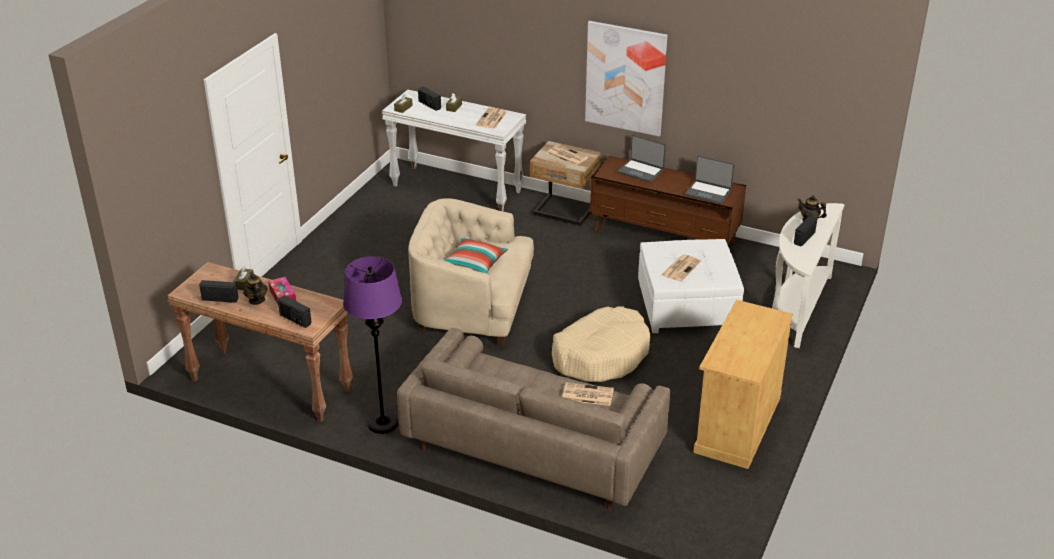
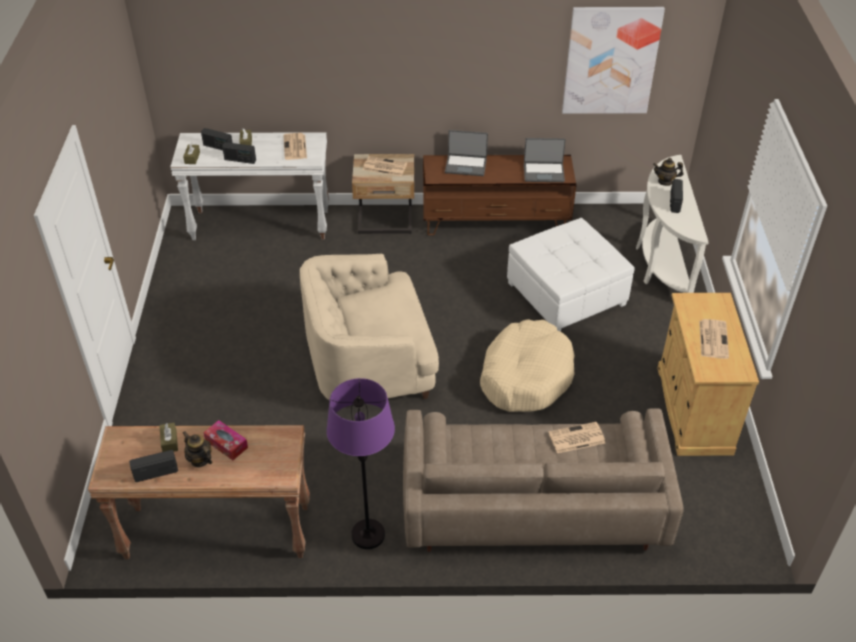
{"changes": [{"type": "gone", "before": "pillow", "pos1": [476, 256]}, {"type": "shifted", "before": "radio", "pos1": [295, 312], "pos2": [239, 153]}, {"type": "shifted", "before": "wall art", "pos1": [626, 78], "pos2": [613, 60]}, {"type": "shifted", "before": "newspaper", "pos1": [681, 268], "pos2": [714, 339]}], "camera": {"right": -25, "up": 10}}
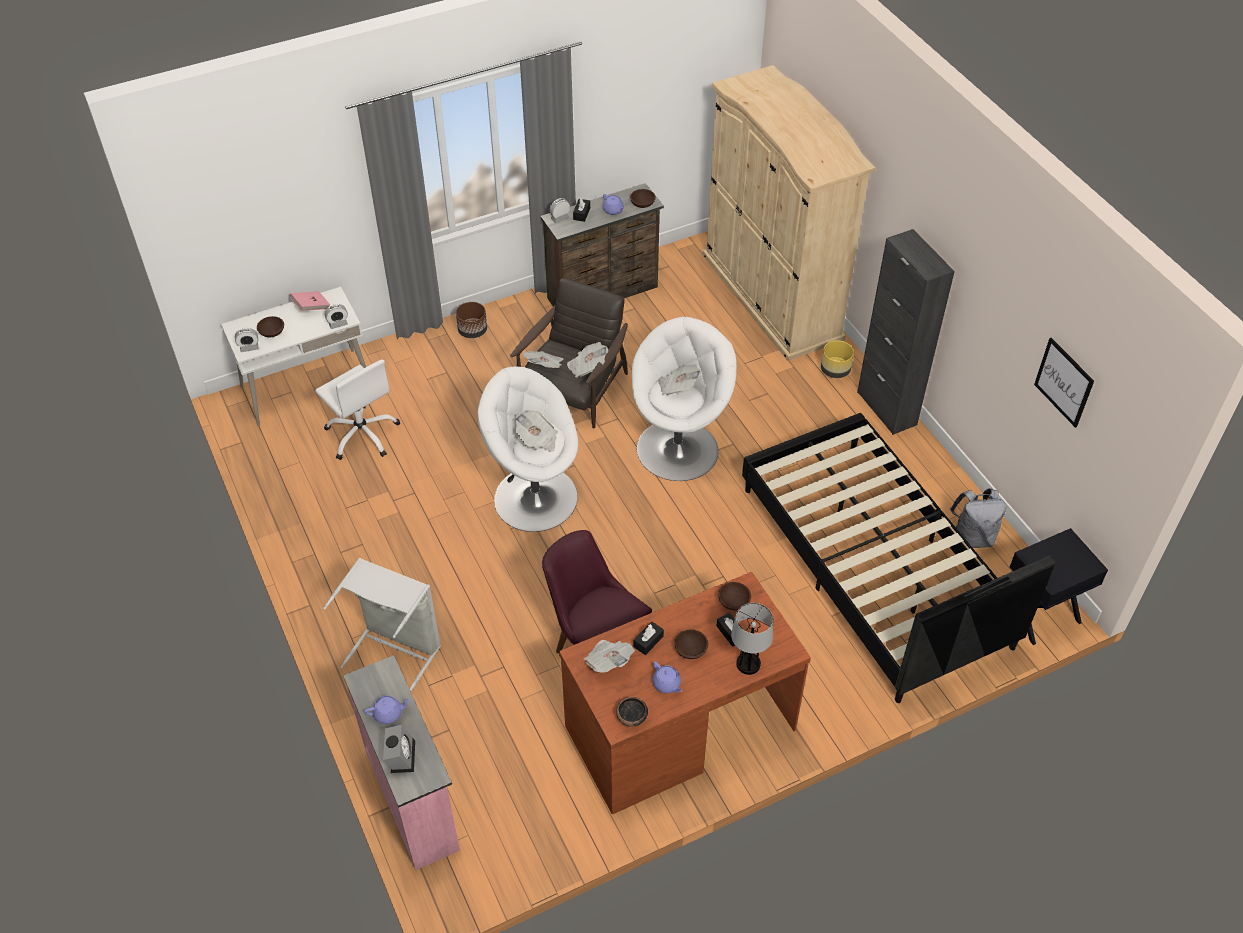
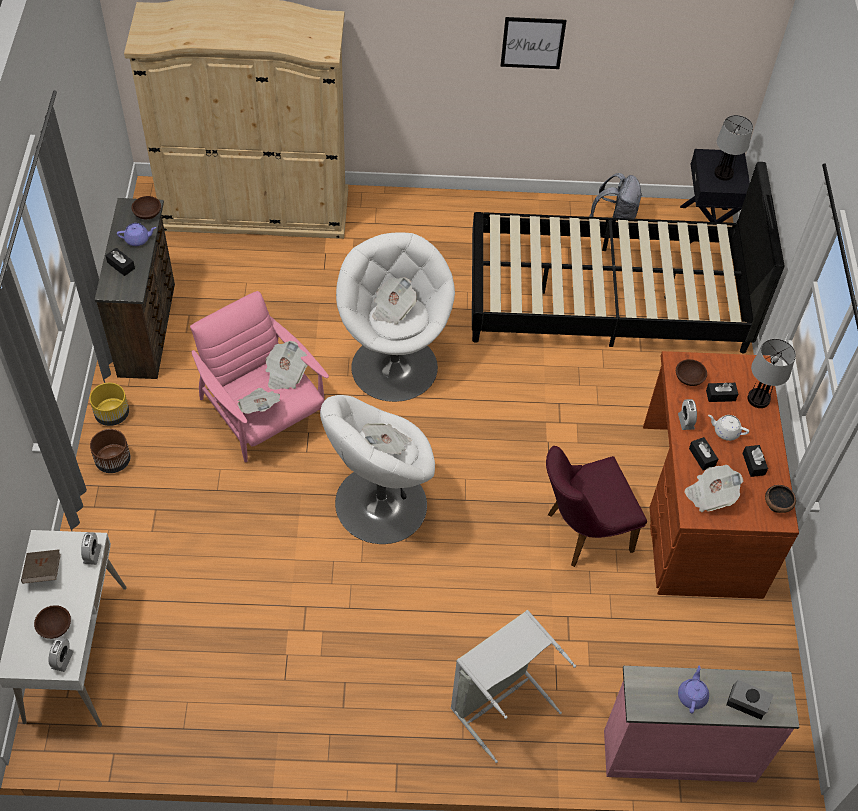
{"changes": [{"type": "gone", "before": "white computer chair", "pos1": [357, 410]}, {"type": "gone", "before": "blackish cupboard", "pos1": [906, 332]}, {"type": "new", "after": "tabletop lamp", "pos2": [733, 148]}, {"type": "shifted", "before": "table clock", "pos1": [559, 210], "pos2": [687, 414]}, {"type": "shifted", "before": "yellowish plant pot", "pos1": [837, 359], "pos2": [109, 404]}, {"type": "shifted", "before": "wall art", "pos1": [1064, 383], "pos2": [533, 43]}, {"type": "swapped", "before": "purplish teapot", "after": "blackish box of tissues", "pos1": [667, 677], "pos2": [755, 461]}, {"type": "swapped", "before": "brown-coloured serving bowl", "after": "white teapot", "pos1": [691, 644], "pos2": [728, 428]}, {"type": "repainted", "before": "pink volume", "after": "brown-coloured volume", "pos1": [310, 301], "pos2": [41, 566]}, {"type": "repainted", "before": "brown-coloured easy chair", "after": "pink easy chair", "pos1": [569, 353], "pos2": [259, 377]}], "camera": {"right": -65, "up": 5}}
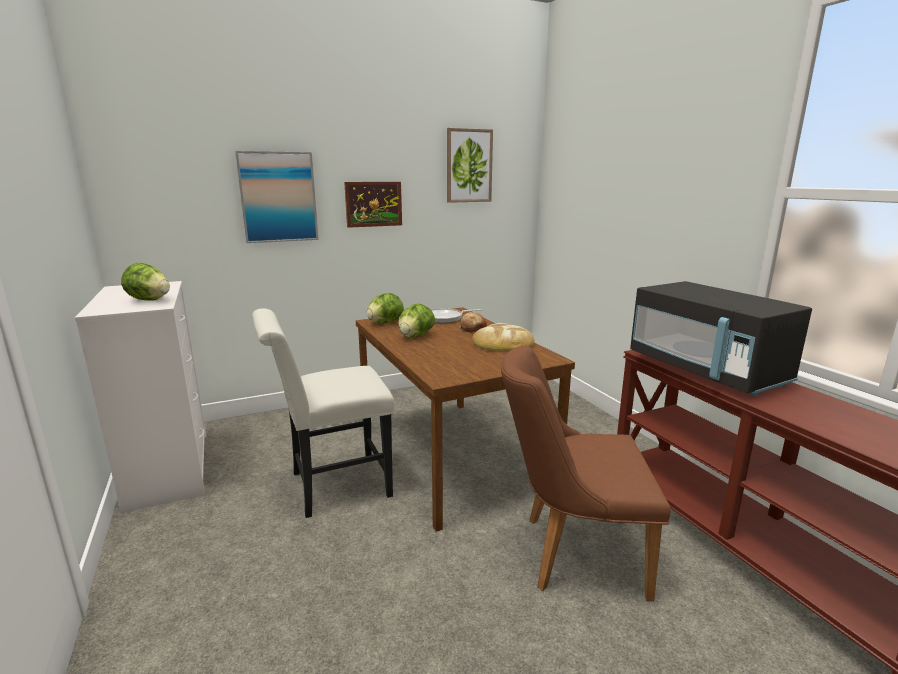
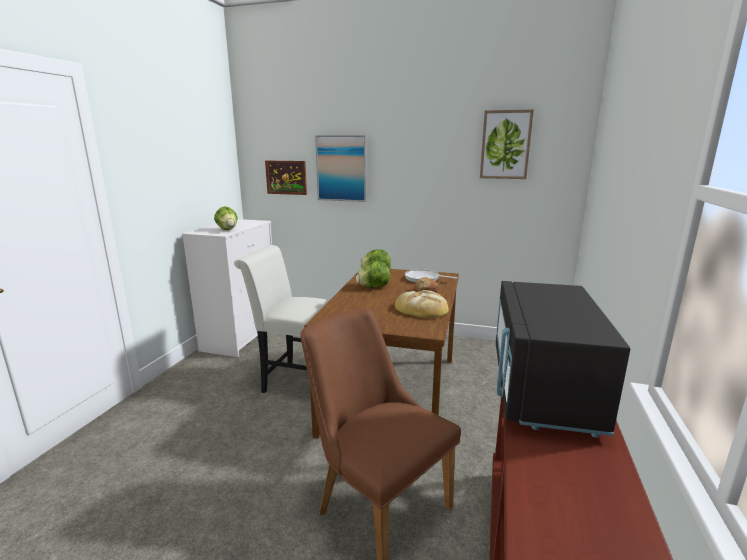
{"changes": [{"type": "shifted", "before": "wall art", "pos1": [373, 205], "pos2": [286, 178]}], "camera": {"right": 40, "up": 0}}
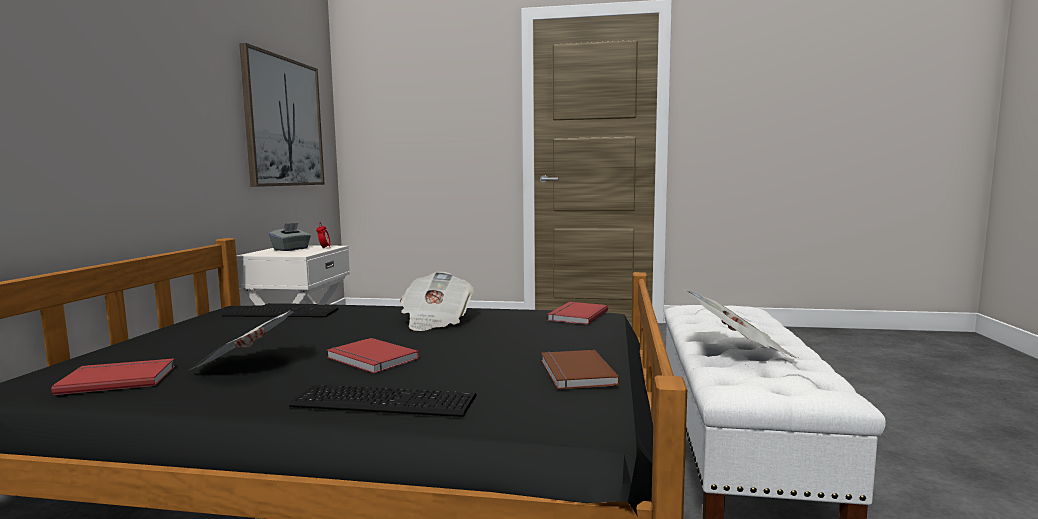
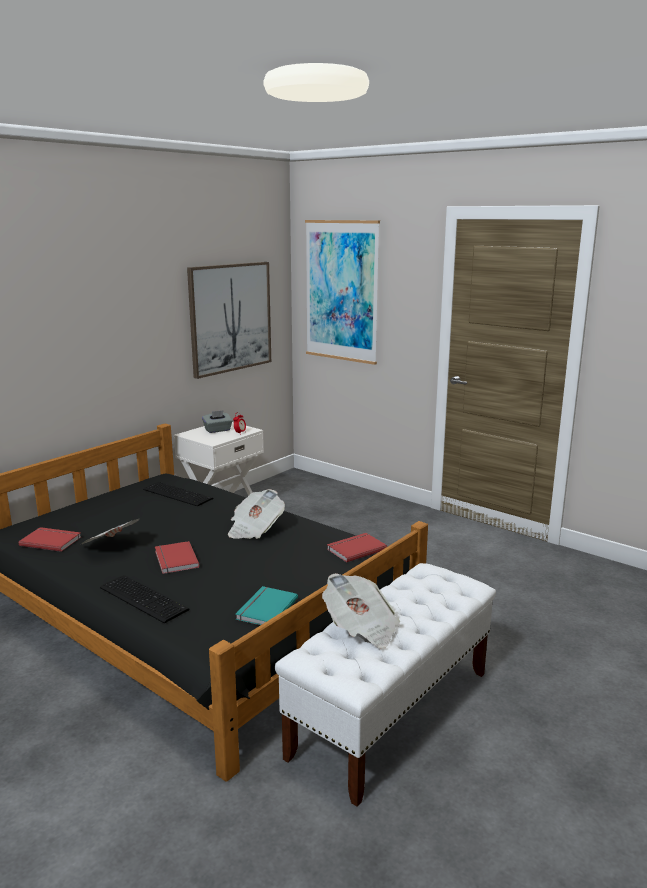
{"changes": [{"type": "new", "after": "wall art", "pos2": [342, 292]}, {"type": "repainted", "before": "brown-coloured volume", "after": "blue-green volume", "pos1": [580, 369], "pos2": [266, 605]}], "camera": {"right": 30, "up": 10}}
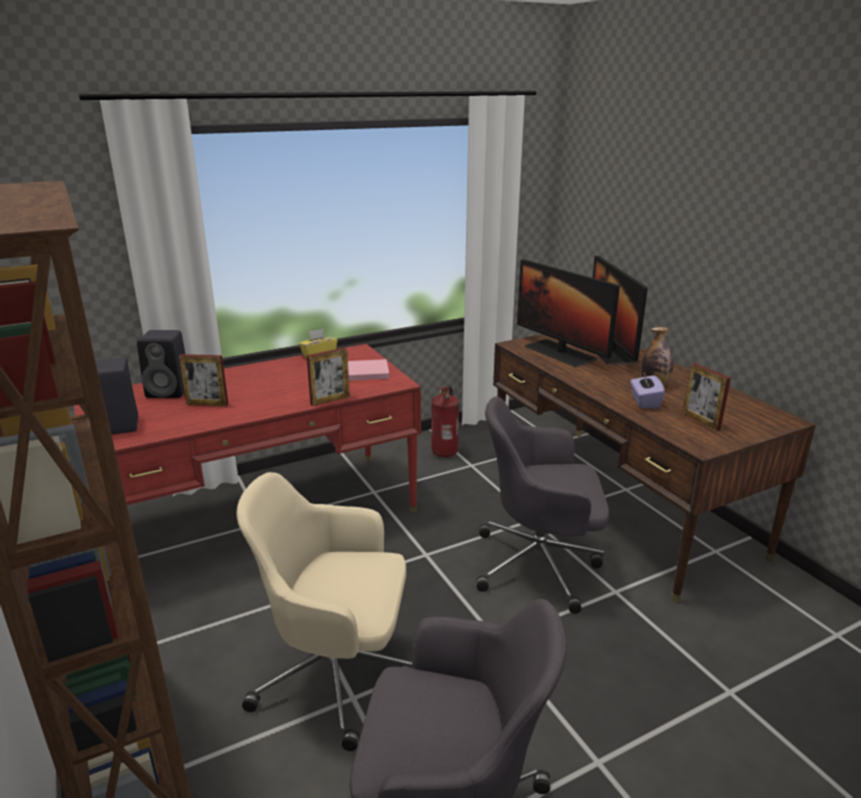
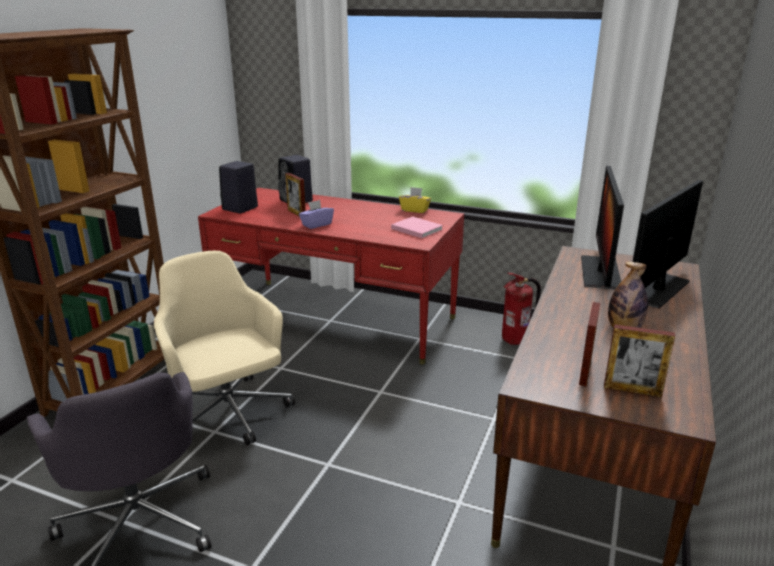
{"changes": [{"type": "gone", "before": "gray computer chair", "pos1": [542, 505]}, {"type": "shifted", "before": "standing frame", "pos1": [328, 376], "pos2": [639, 360]}, {"type": "shifted", "before": "purplish box of tissues", "pos1": [647, 389], "pos2": [316, 214]}], "camera": {"right": 50, "up": 0}}
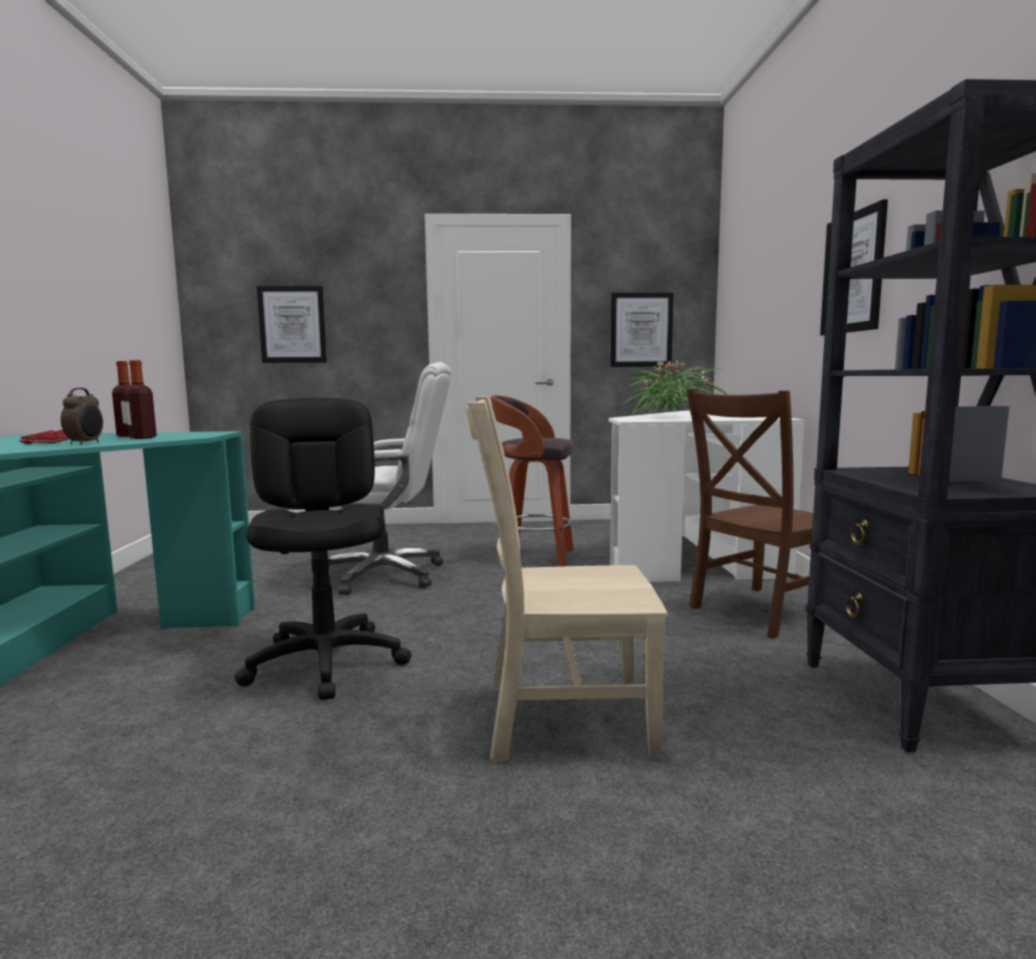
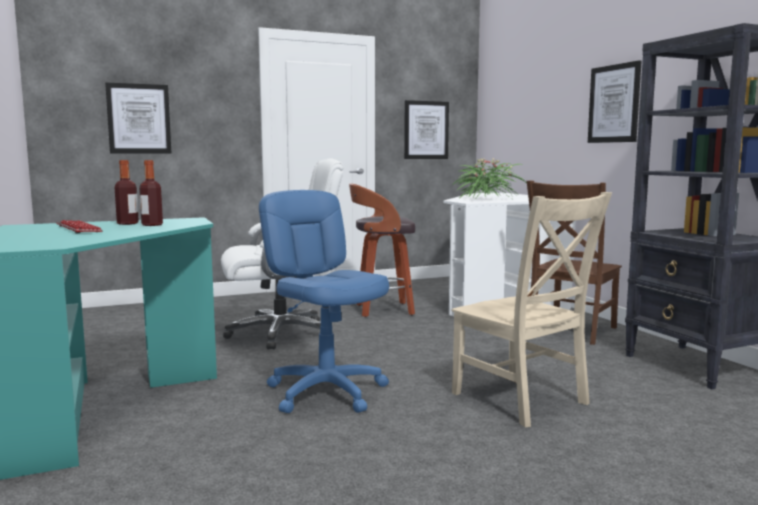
{"changes": [{"type": "gone", "before": "table clock", "pos1": [82, 416]}, {"type": "repainted", "before": "blackish computer chair", "after": "blue-coloured computer chair", "pos1": [323, 549], "pos2": [324, 301]}, {"type": "rotated", "before": "beige-coloured upright chair", "pos1": [566, 580], "pos2": [532, 310], "turn": -105}], "camera": {"right": -20, "up": 0}}
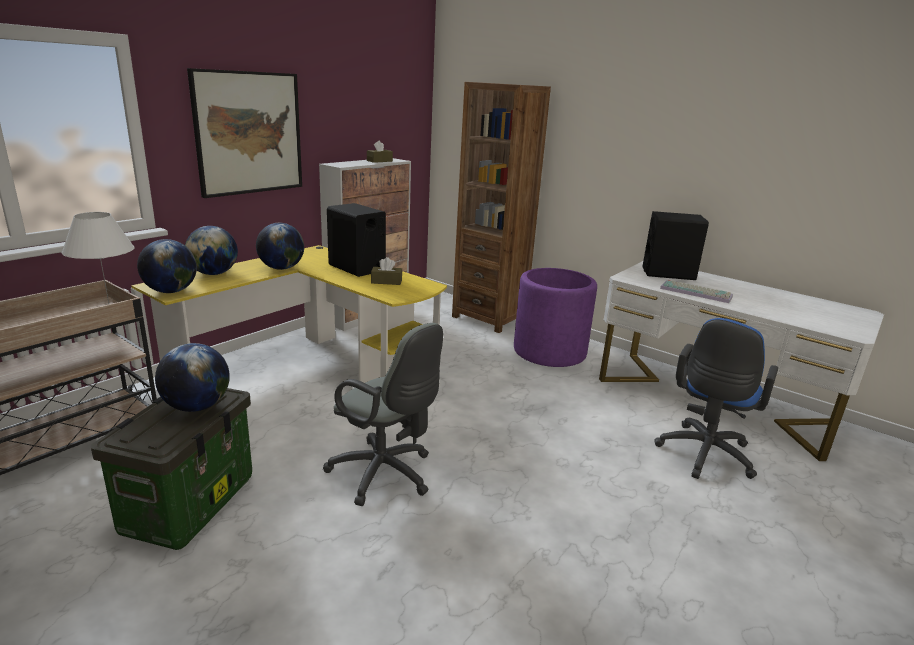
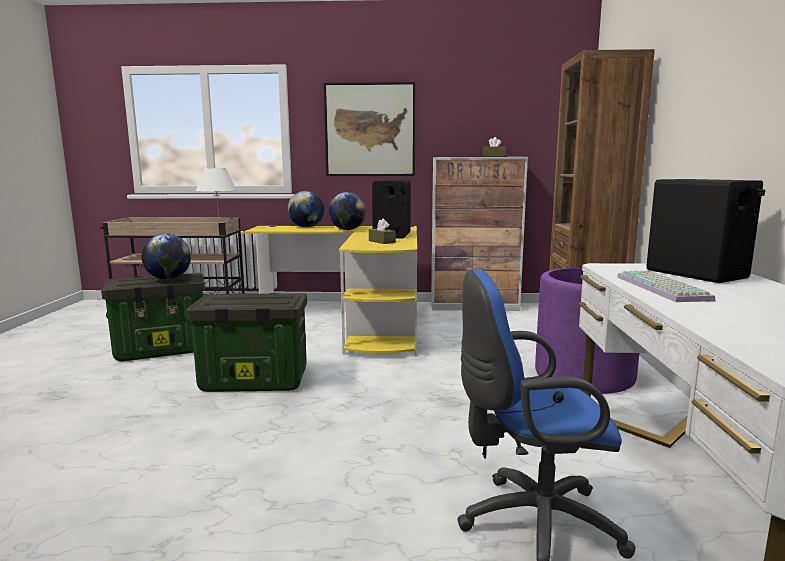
{"changes": [{"type": "gone", "before": "world globe", "pos1": [167, 266]}, {"type": "swapped", "before": "gray computer chair", "after": "storage container", "pos1": [383, 414], "pos2": [246, 342]}], "camera": {"right": 55, "up": -10}}
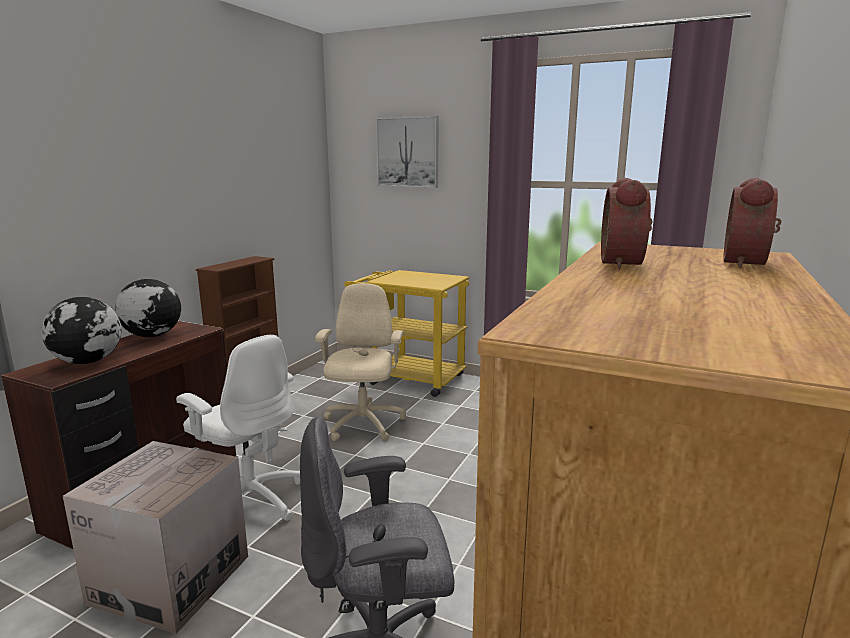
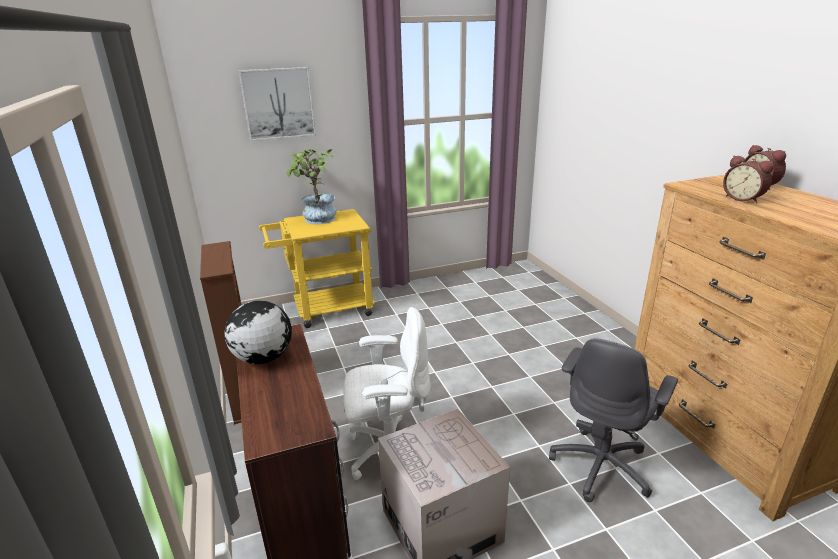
{"changes": [{"type": "gone", "before": "world globe", "pos1": [81, 330]}, {"type": "gone", "before": "beige-coloured computer chair", "pos1": [360, 362]}, {"type": "new", "after": "potted plant", "pos2": [311, 186]}], "camera": {"right": -45, "up": 10}}
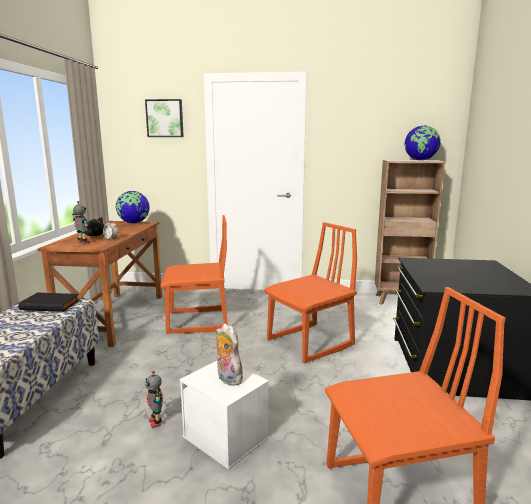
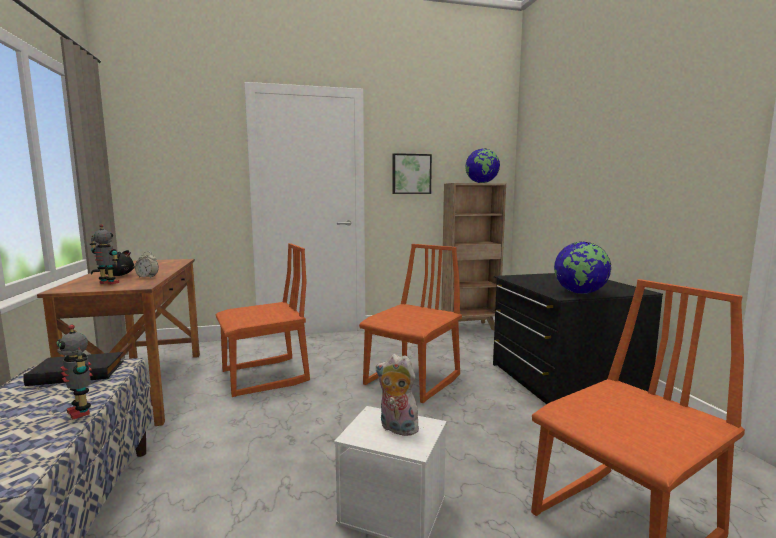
{"changes": [{"type": "shifted", "before": "world globe", "pos1": [133, 207], "pos2": [582, 268]}, {"type": "shifted", "before": "wall art", "pos1": [164, 118], "pos2": [412, 173]}, {"type": "shifted", "before": "model robot", "pos1": [154, 399], "pos2": [75, 372]}], "camera": {"right": -20, "up": -5}}
